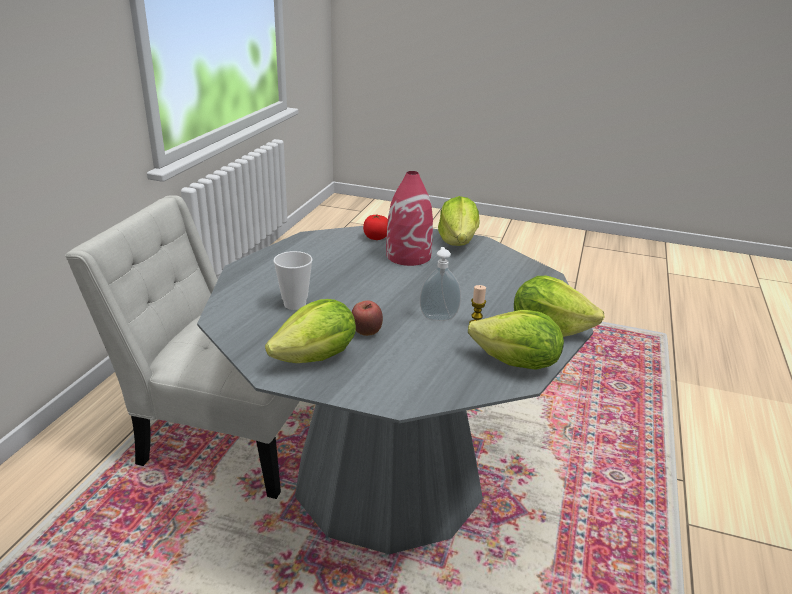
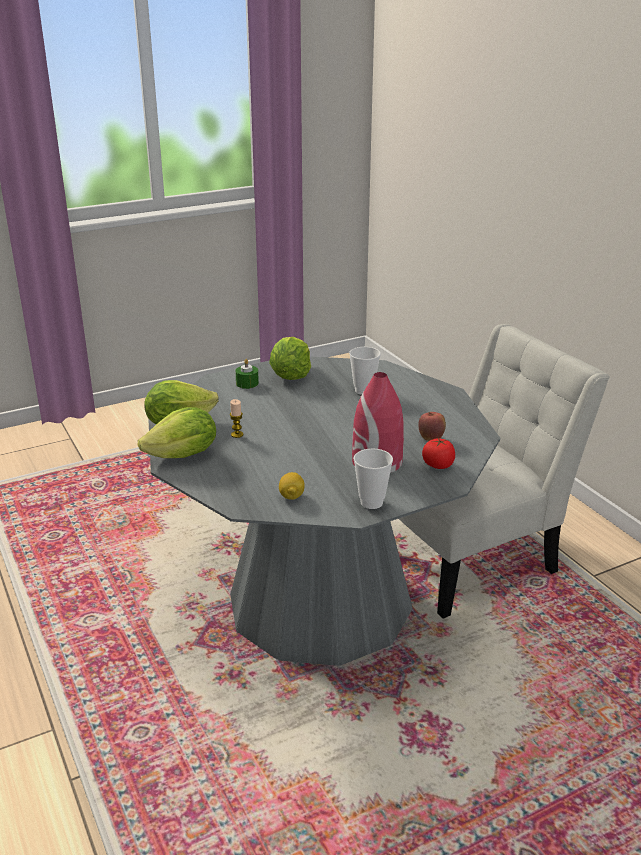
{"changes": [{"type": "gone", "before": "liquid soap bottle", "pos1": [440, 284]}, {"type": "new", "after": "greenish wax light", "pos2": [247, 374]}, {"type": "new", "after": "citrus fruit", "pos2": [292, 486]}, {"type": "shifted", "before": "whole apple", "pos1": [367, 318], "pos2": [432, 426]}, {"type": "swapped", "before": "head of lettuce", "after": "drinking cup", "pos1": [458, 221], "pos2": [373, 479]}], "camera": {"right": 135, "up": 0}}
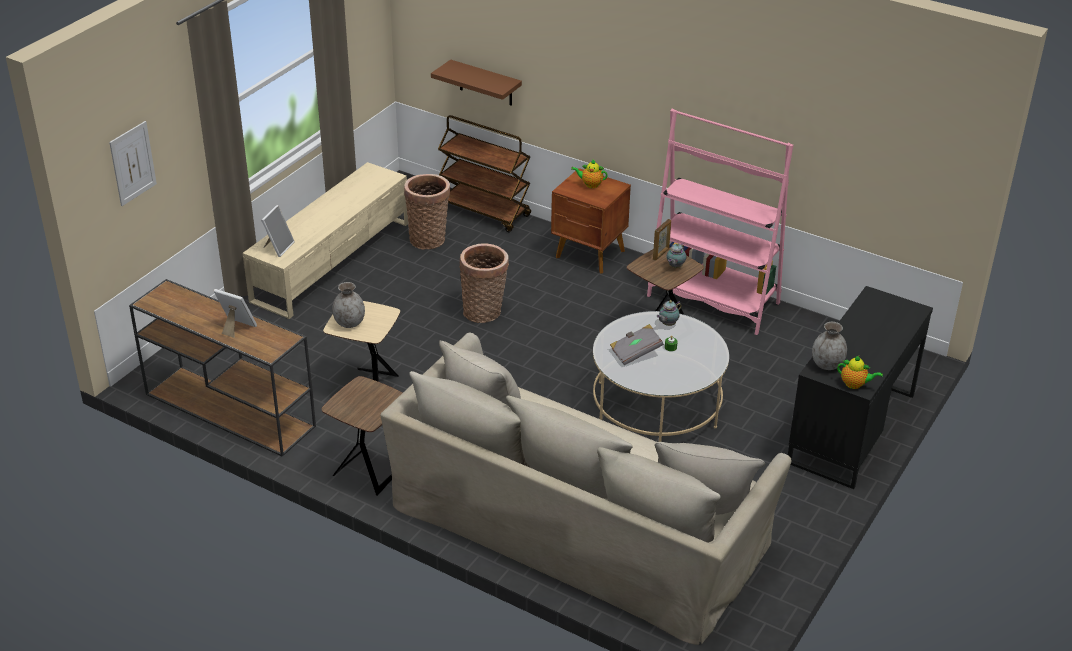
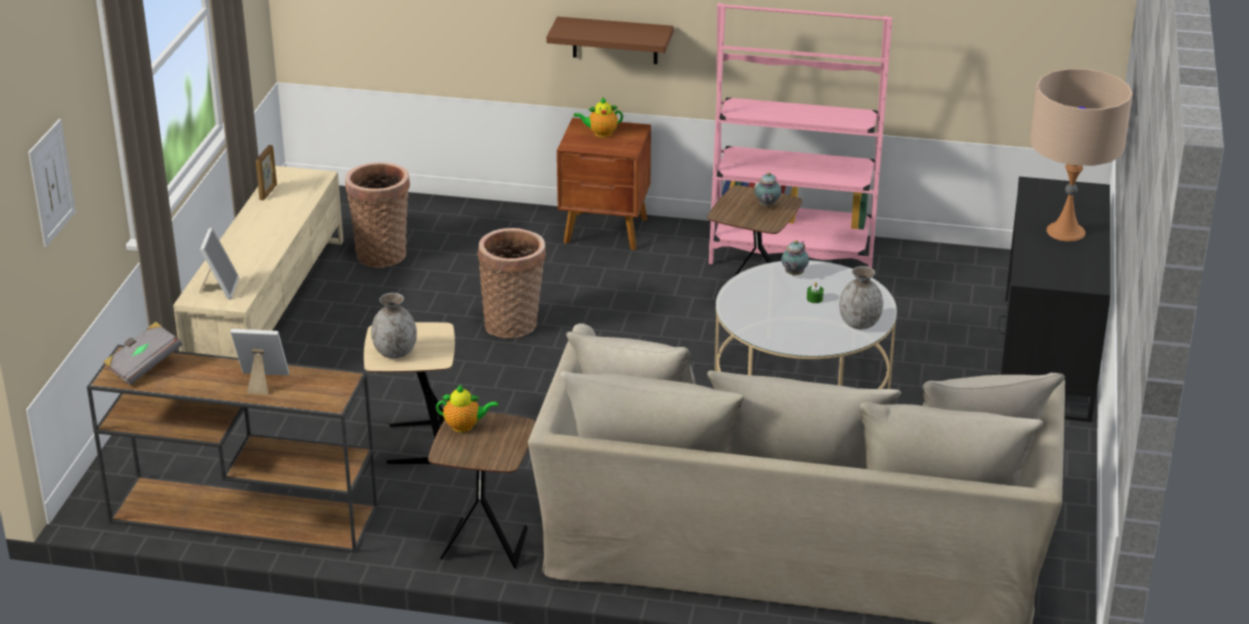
{"changes": [{"type": "gone", "before": "brown-coloured cart", "pos1": [484, 174]}, {"type": "new", "after": "beige-coloured tabletop lamp", "pos2": [1081, 155]}, {"type": "shifted", "before": "brown-coloured wall shelf", "pos1": [476, 83], "pos2": [610, 40]}, {"type": "shifted", "before": "gray volume", "pos1": [637, 344], "pos2": [142, 353]}, {"type": "shifted", "before": "standing frame", "pos1": [662, 240], "pos2": [266, 172]}, {"type": "shifted", "before": "gray decorative vase", "pos1": [829, 346], "pos2": [861, 297]}, {"type": "shifted", "before": "teapot", "pos1": [860, 372], "pos2": [467, 408]}], "camera": {"right": -20, "up": -5}}
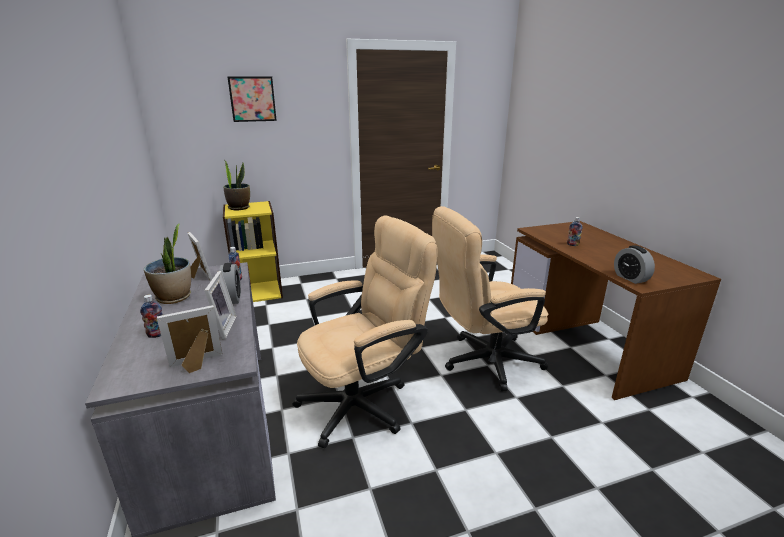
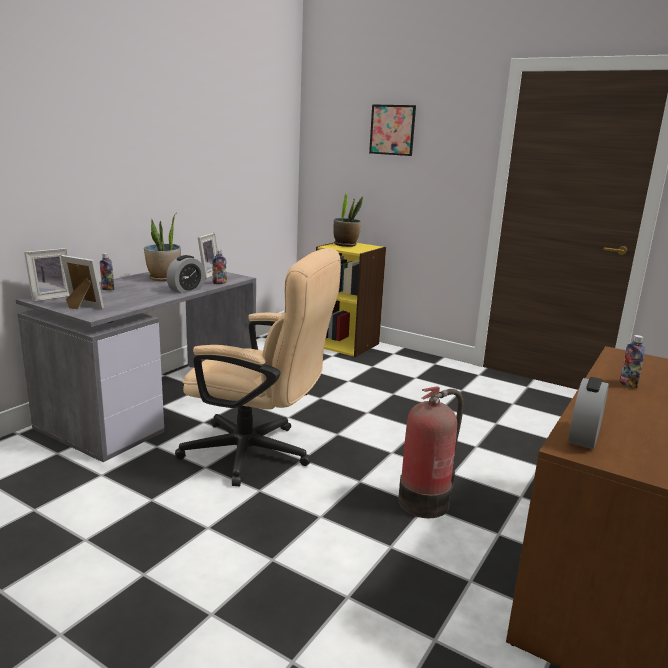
{"changes": [{"type": "shifted", "before": "standing frame", "pos1": [220, 305], "pos2": [47, 275]}, {"type": "swapped", "before": "beige-coloured computer chair", "after": "extinguisher", "pos1": [490, 298], "pos2": [431, 452]}], "camera": {"right": 50, "up": -5}}
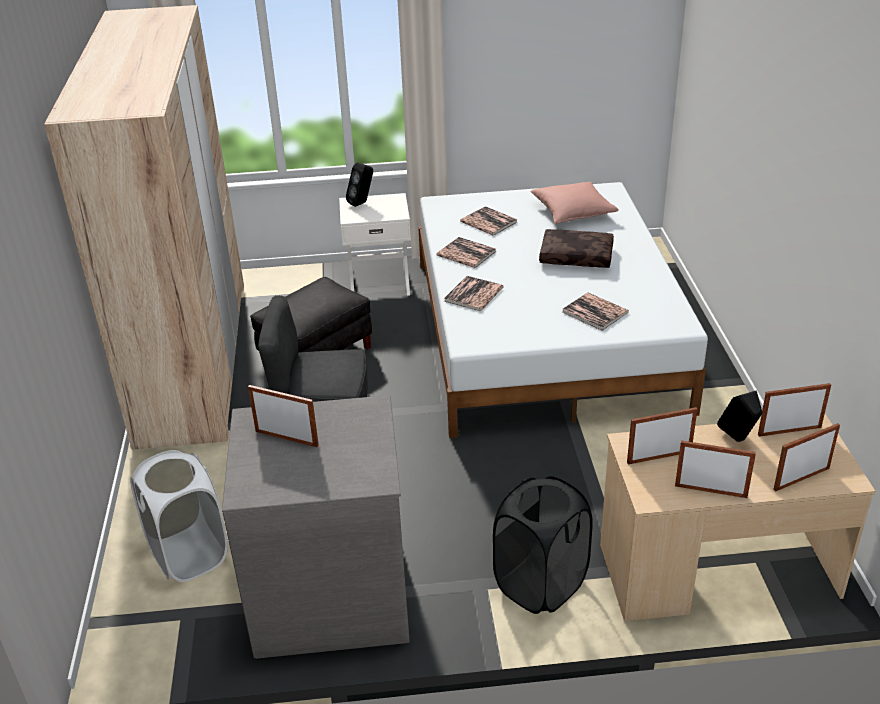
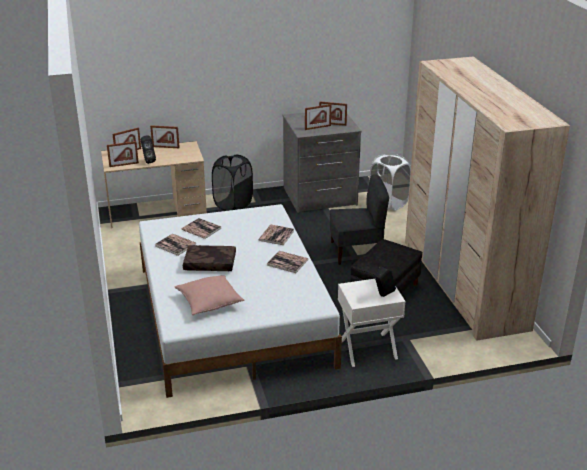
{"changes": [{"type": "shifted", "before": "volume", "pos1": [489, 221], "pos2": [175, 245]}, {"type": "shifted", "before": "standing frame", "pos1": [662, 435], "pos2": [318, 117]}], "camera": {"right": 170, "up": -5}}
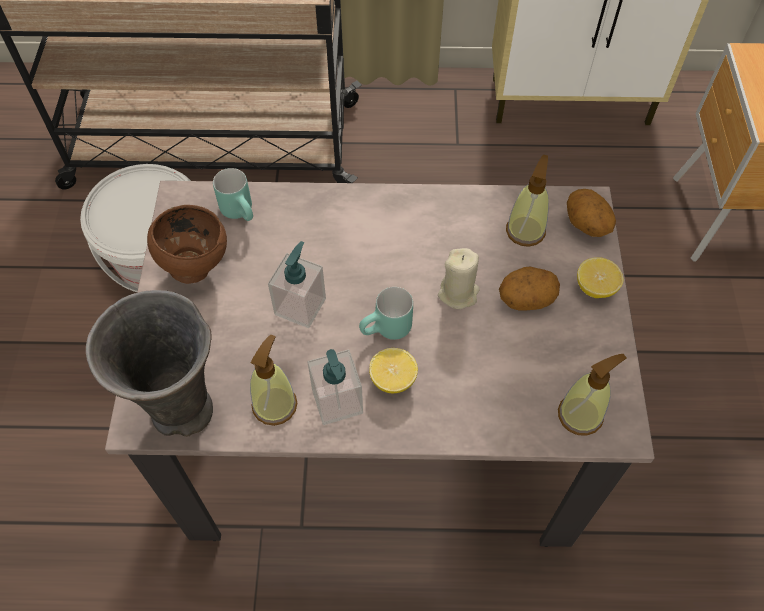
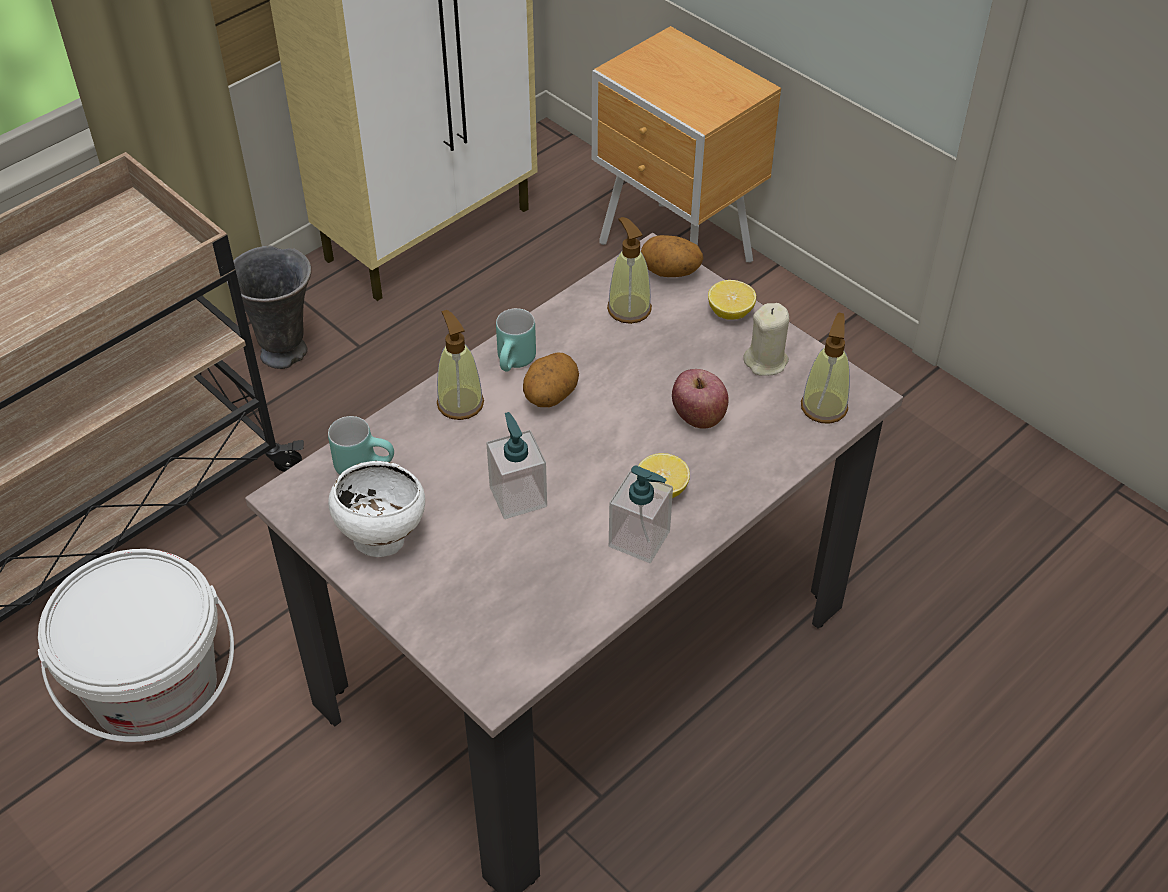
{"changes": [{"type": "new", "after": "whole apple", "pos2": [700, 399]}, {"type": "shifted", "before": "gray decorative vase", "pos1": [149, 363], "pos2": [269, 307]}, {"type": "shifted", "before": "liquid soap bottle", "pos1": [273, 380], "pos2": [460, 365]}, {"type": "shifted", "before": "blue-green tea mug", "pos1": [386, 313], "pos2": [516, 340]}, {"type": "shifted", "before": "beige-coloured wax light", "pos1": [459, 278], "pos2": [766, 339]}, {"type": "shifted", "before": "spud", "pos1": [529, 288], "pos2": [551, 380]}, {"type": "repainted", "before": "brown-coloured serving bowl", "after": "white serving bowl", "pos1": [187, 244], "pos2": [376, 509]}], "camera": {"right": -45, "up": -10}}
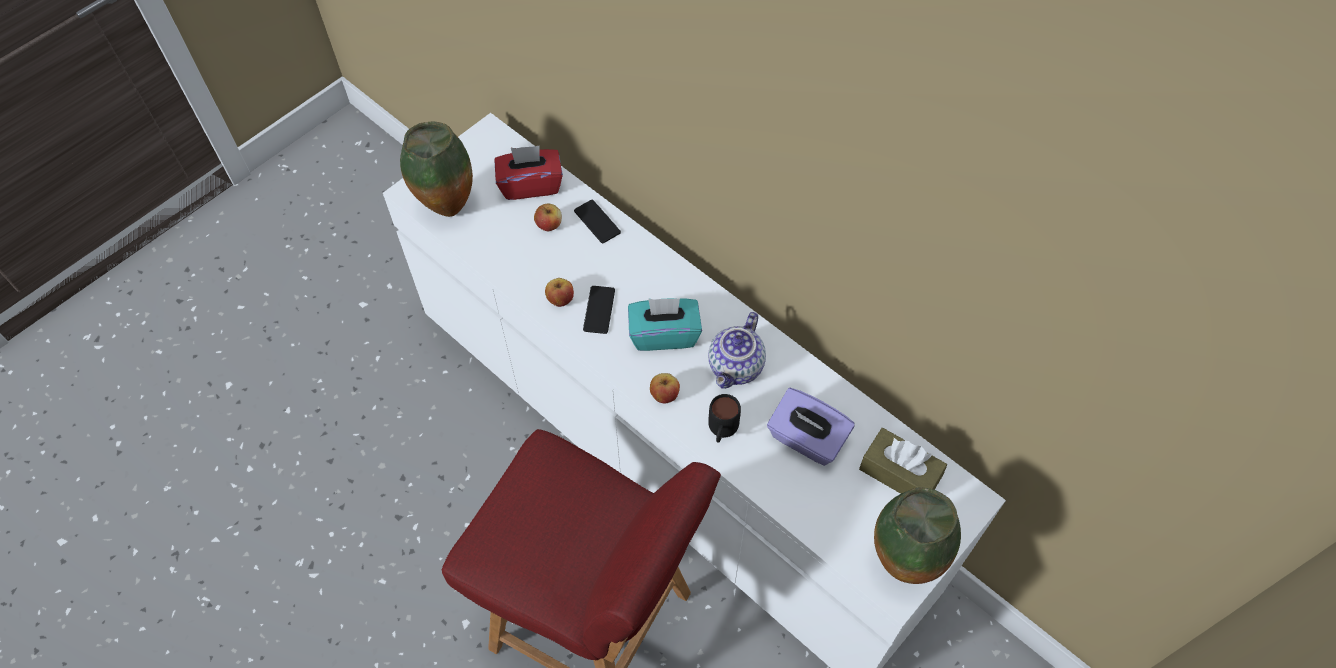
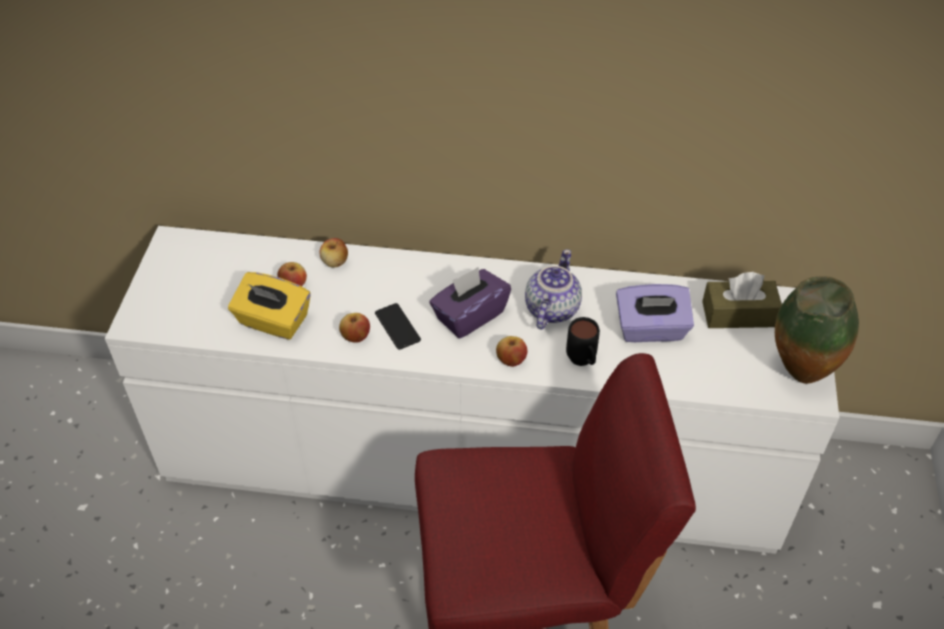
{"changes": [{"type": "gone", "before": "decorative vase", "pos1": [436, 169]}, {"type": "gone", "before": "reddish box of tissues", "pos1": [528, 173]}, {"type": "new", "after": "yellowish box of tissues", "pos2": [269, 305]}, {"type": "swapped", "before": "telephone", "after": "whole apple", "pos1": [597, 221], "pos2": [333, 252]}, {"type": "repainted", "before": "blue-green box of tissues", "after": "purplish box of tissues", "pos1": [665, 324], "pos2": [470, 302]}, {"type": "rotated", "before": "teapot", "pos1": [737, 350], "pos2": [553, 289], "turn": -150}], "camera": {"right": -35, "up": -10}}
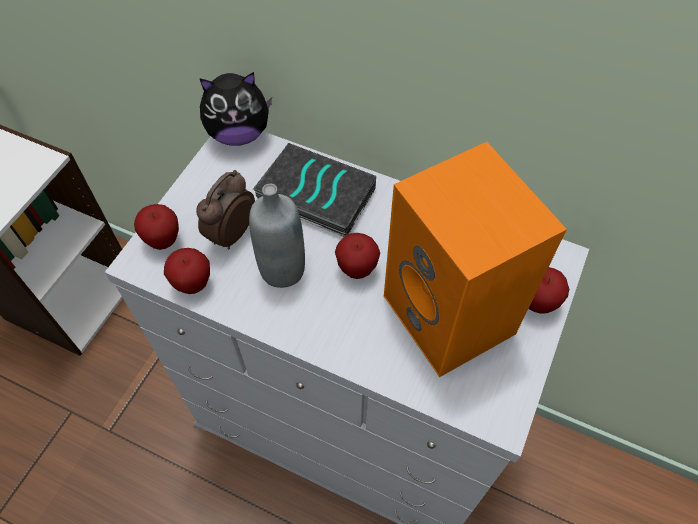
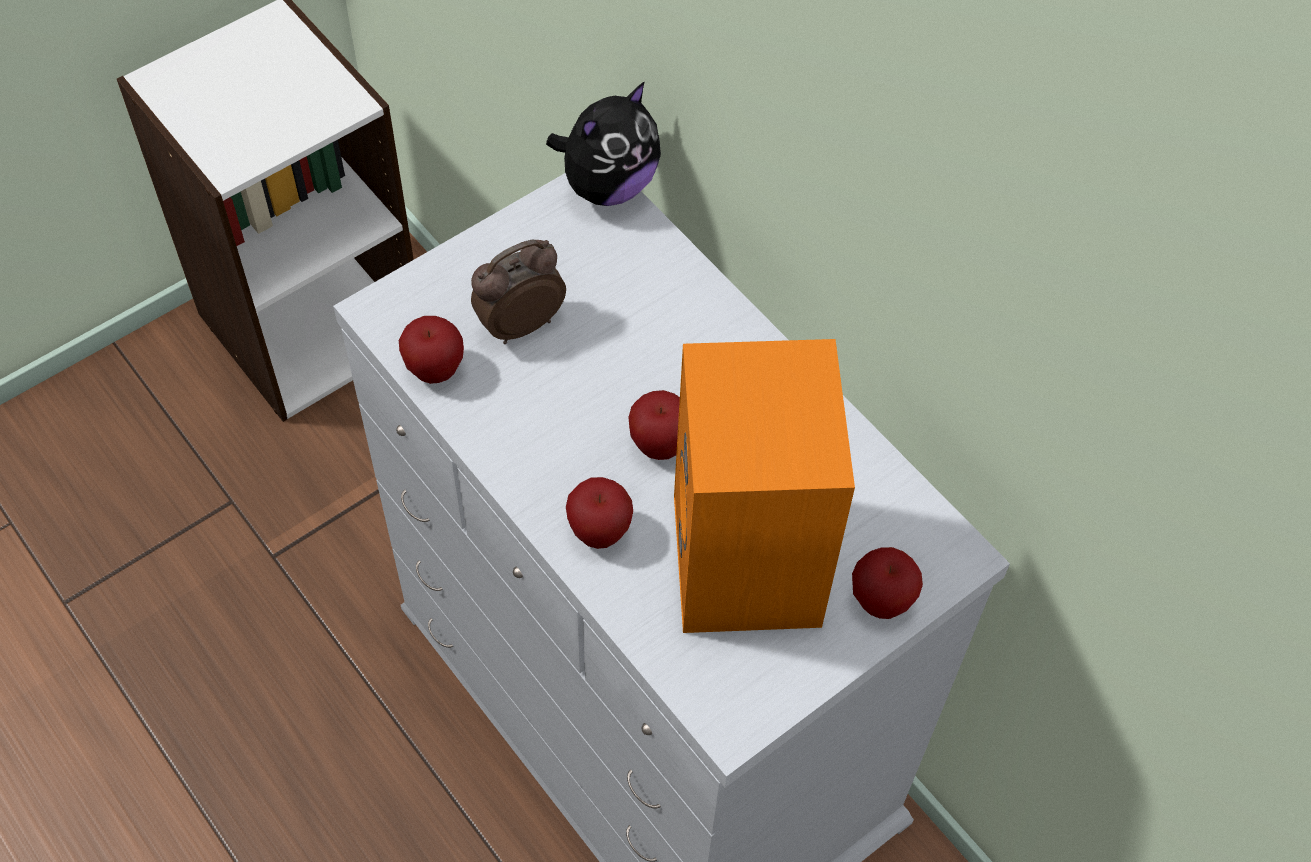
{"changes": [{"type": "gone", "before": "gray drink bottle", "pos1": [277, 236]}, {"type": "gone", "before": "volume", "pos1": [314, 190]}, {"type": "shifted", "before": "whole apple", "pos1": [156, 227], "pos2": [599, 513]}, {"type": "rotated", "before": "cuddly toy", "pos1": [235, 109], "pos2": [603, 143], "turn": -60}], "camera": {"right": 25, "up": 0}}
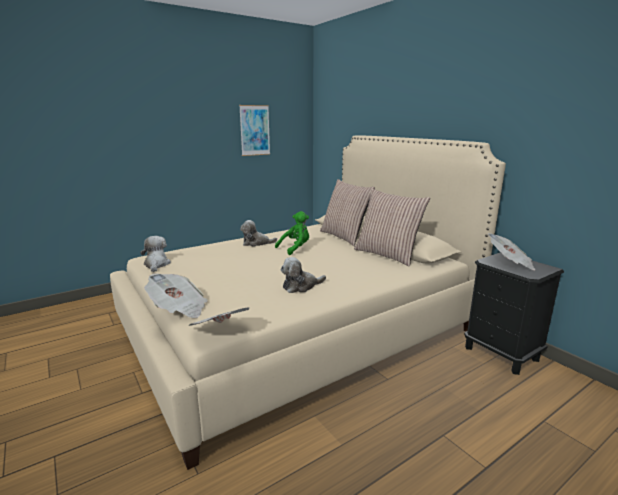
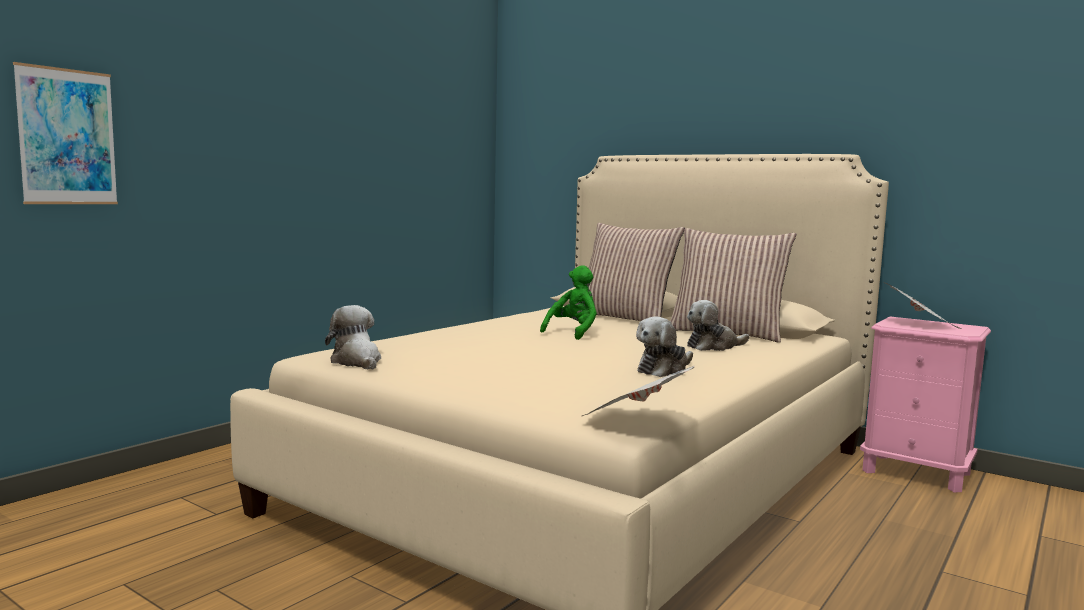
{"changes": [{"type": "gone", "before": "newspaper", "pos1": [176, 295]}, {"type": "shifted", "before": "wall art", "pos1": [254, 130], "pos2": [65, 133]}, {"type": "shifted", "before": "cuddly toy", "pos1": [258, 233], "pos2": [718, 325]}, {"type": "repainted", "before": "blackish bedside table", "after": "pink bedside table", "pos1": [514, 313], "pos2": [925, 404]}], "camera": {"right": -20, "up": -10}}
